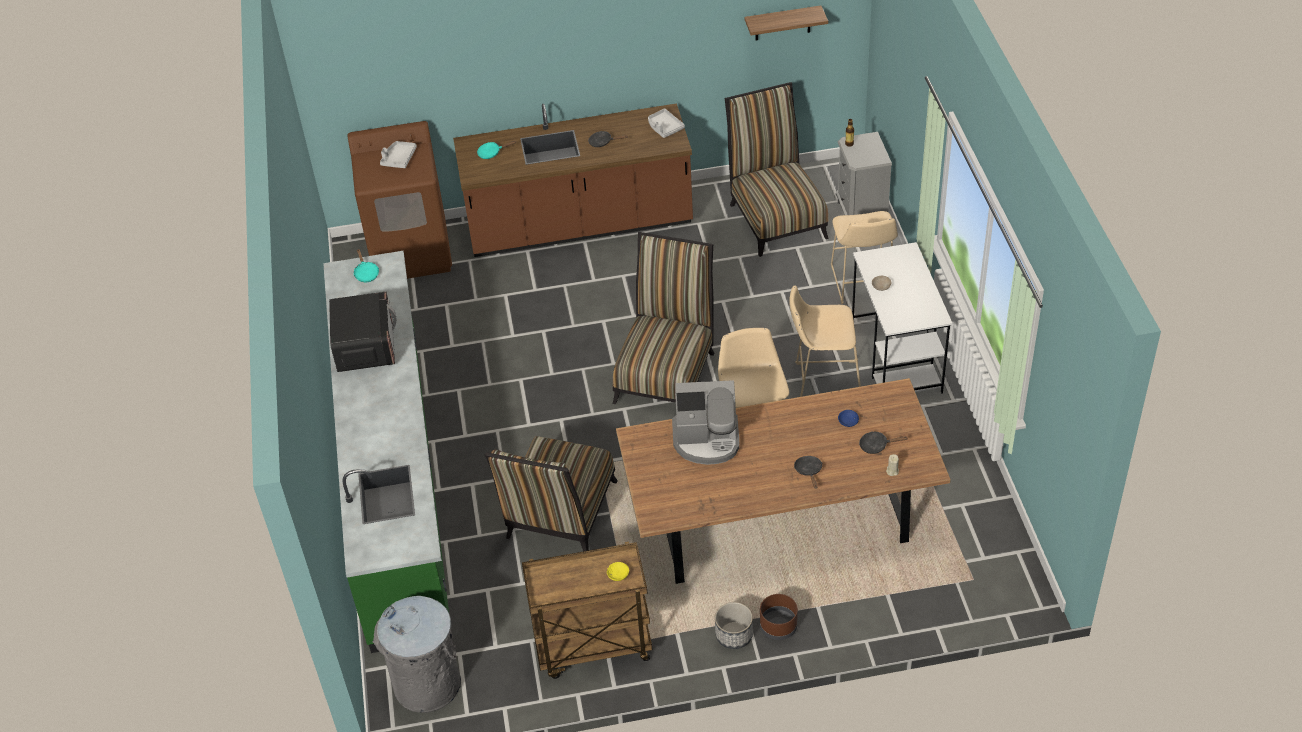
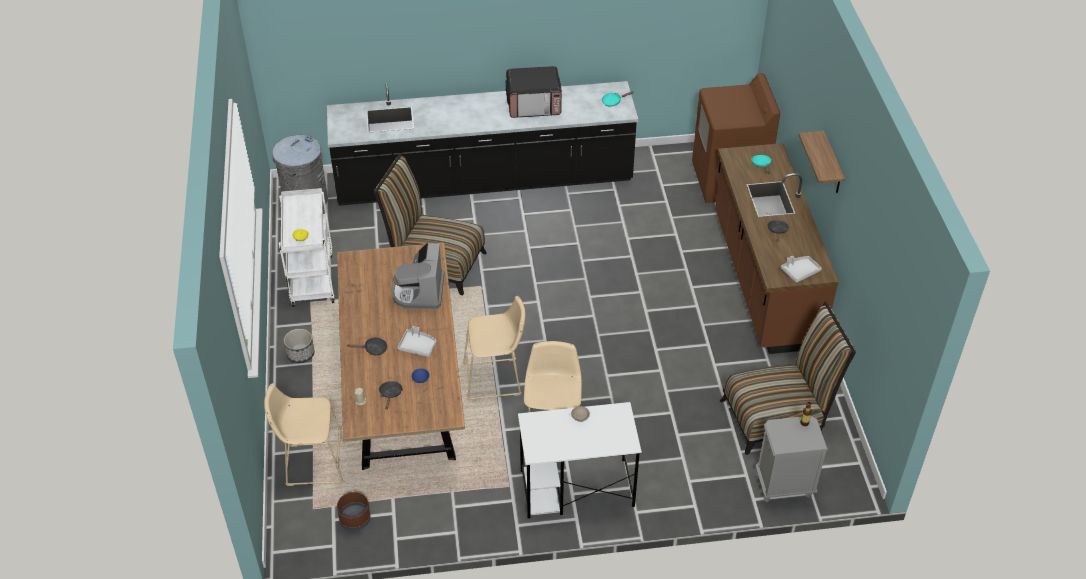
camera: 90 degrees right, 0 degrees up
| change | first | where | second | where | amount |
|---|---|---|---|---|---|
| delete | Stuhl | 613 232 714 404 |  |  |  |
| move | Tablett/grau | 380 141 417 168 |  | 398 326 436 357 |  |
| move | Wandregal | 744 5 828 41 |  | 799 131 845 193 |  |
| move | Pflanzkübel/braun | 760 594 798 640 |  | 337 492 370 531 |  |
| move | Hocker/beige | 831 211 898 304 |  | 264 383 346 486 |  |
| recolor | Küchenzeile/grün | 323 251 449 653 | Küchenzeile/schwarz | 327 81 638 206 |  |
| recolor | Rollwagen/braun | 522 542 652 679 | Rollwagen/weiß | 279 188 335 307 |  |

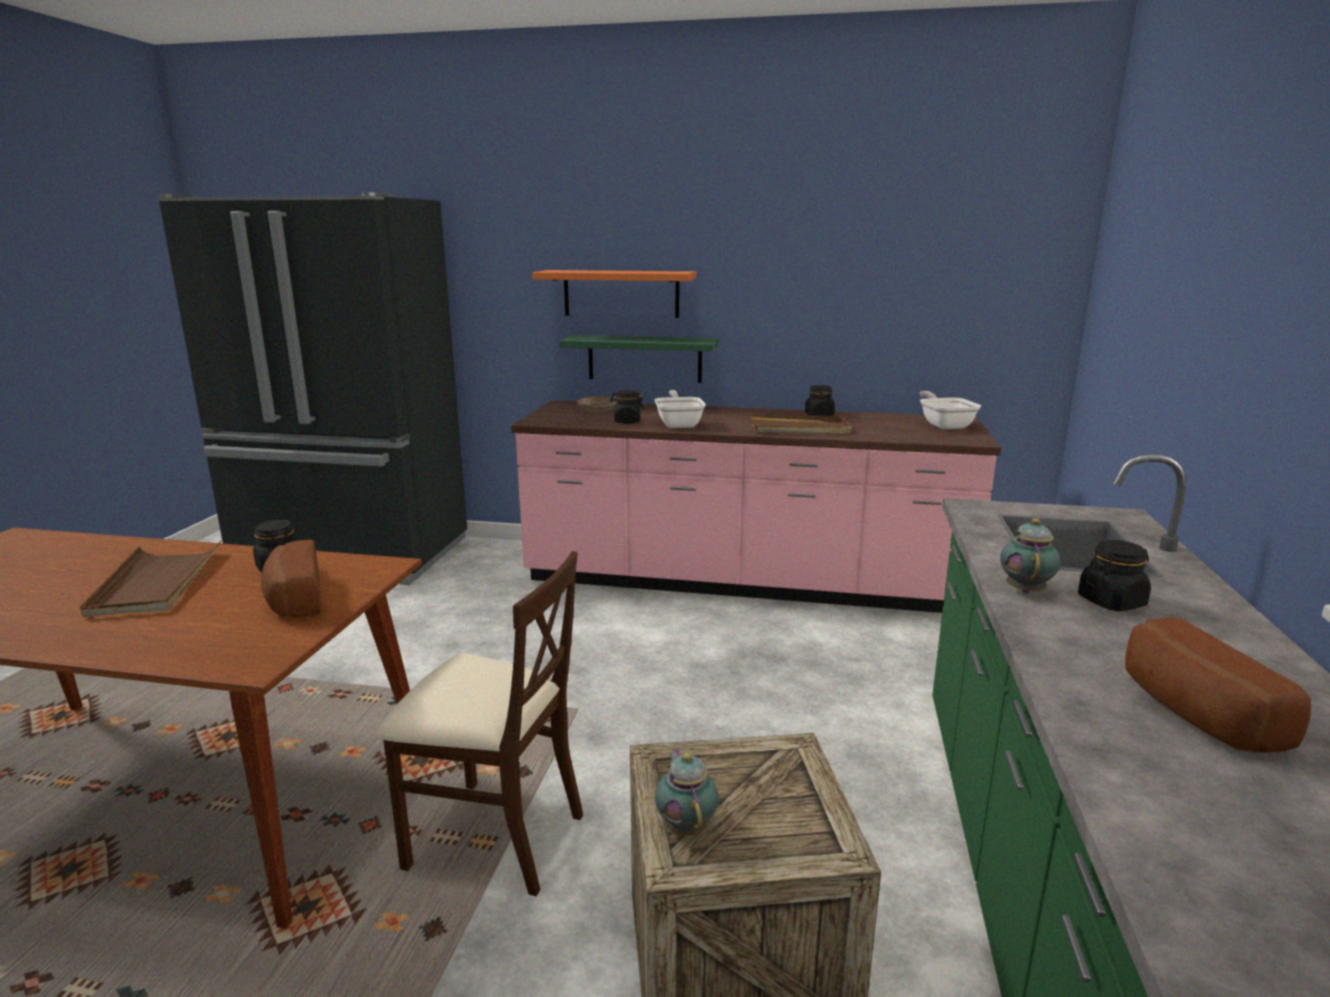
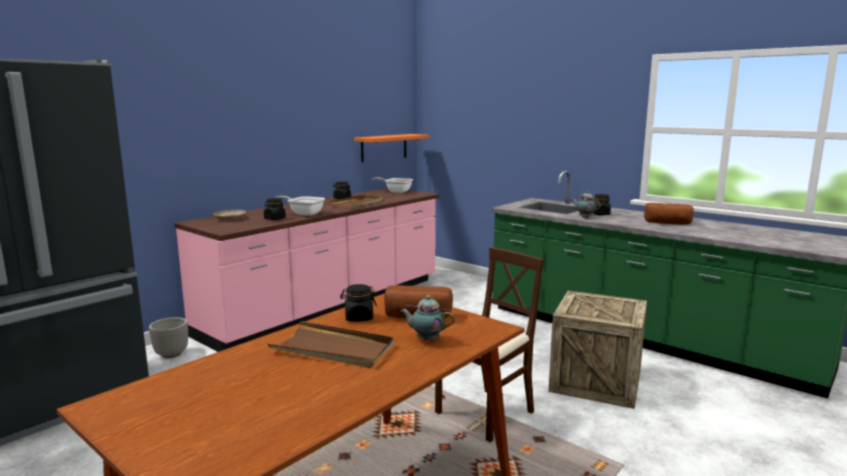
camera: 60 degrees left, 5 degrees down
| change | first | where | second | where | amount |
|---|---|---|---|---|---|
| delete | Wandregal/grün | 559 335 719 383 |  |  |  |
| insert |  |  | Pflanzkübel | 149 317 188 358 |  |
| move | Wandregal/orange | 532 270 696 318 |  | 354 134 429 162 |  |
| move | Teekanne | 655 749 718 836 |  | 401 295 455 341 |  |

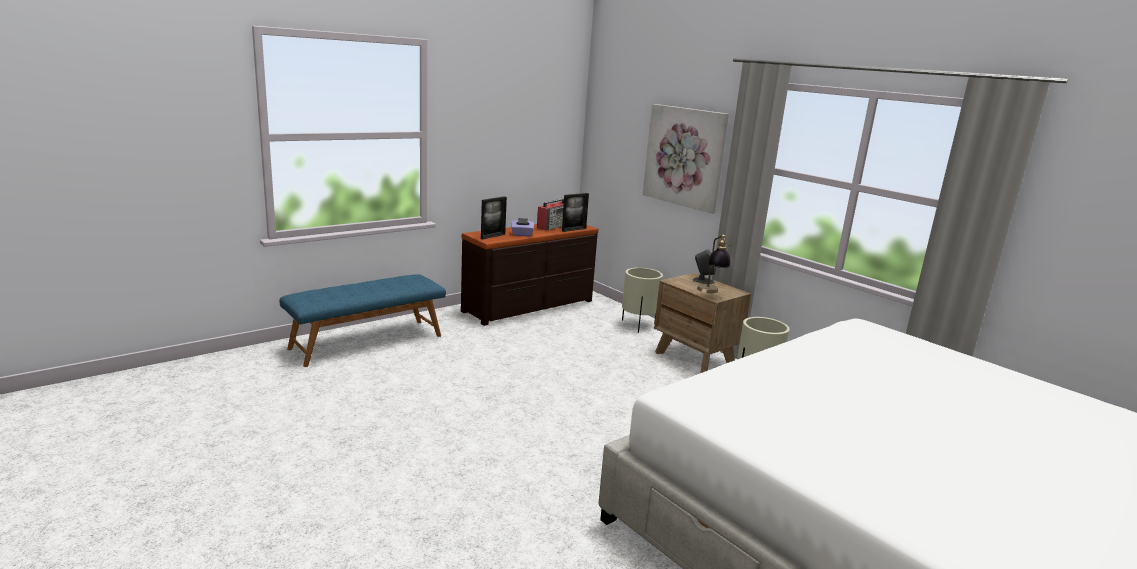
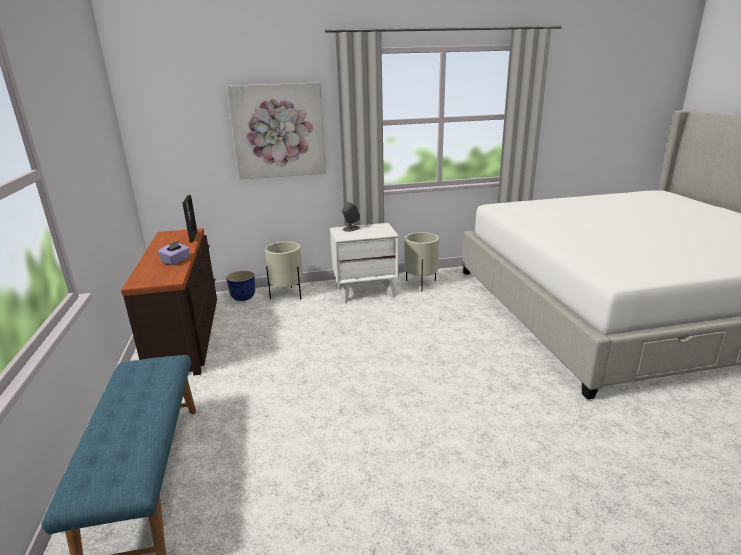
camera: 60 degrees left, 5 degrees up
| change | first | where | second | where | amount |
|---|---|---|---|---|---|
| delete | Bilderrahmen | 481 196 507 239 |  |  |  |
| delete | Radio | 537 199 564 231 |  |  |  |
| delete | Tischlampe | 697 235 731 293 |  |  |  |
| insert |  |  | Pflanzkübel | 226 271 255 301 |  |
| recolor | Nachttisch/braun | 654 273 751 373 | Nachttisch/weiß | 330 223 399 303 |  |

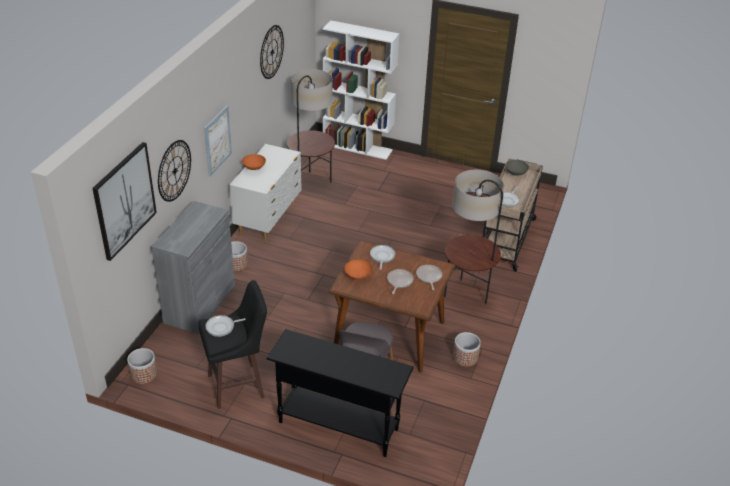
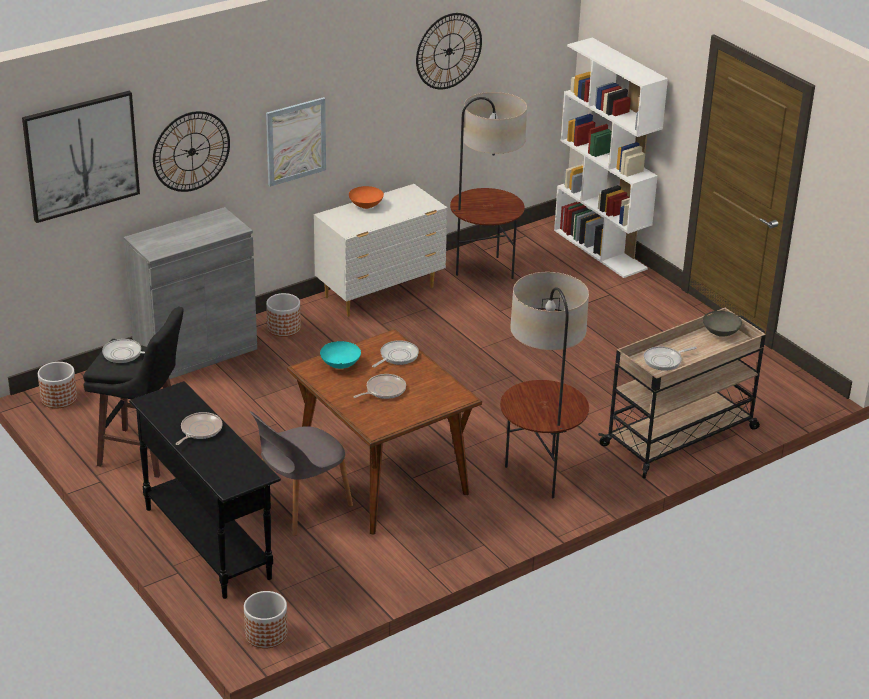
camera: 35 degrees right, 5 degrees down
| change | first | where | second | where | amount |
|---|---|---|---|---|---|
| move | Pfanne | 416 265 442 290 |  | 176 412 223 445 |  |
| move | Pflanzkübel | 453 332 481 367 |  | 244 591 288 649 |  |
| recolor | Schüssel/orange | 344 260 372 280 | Schüssel/türkis | 320 341 361 369 |  |

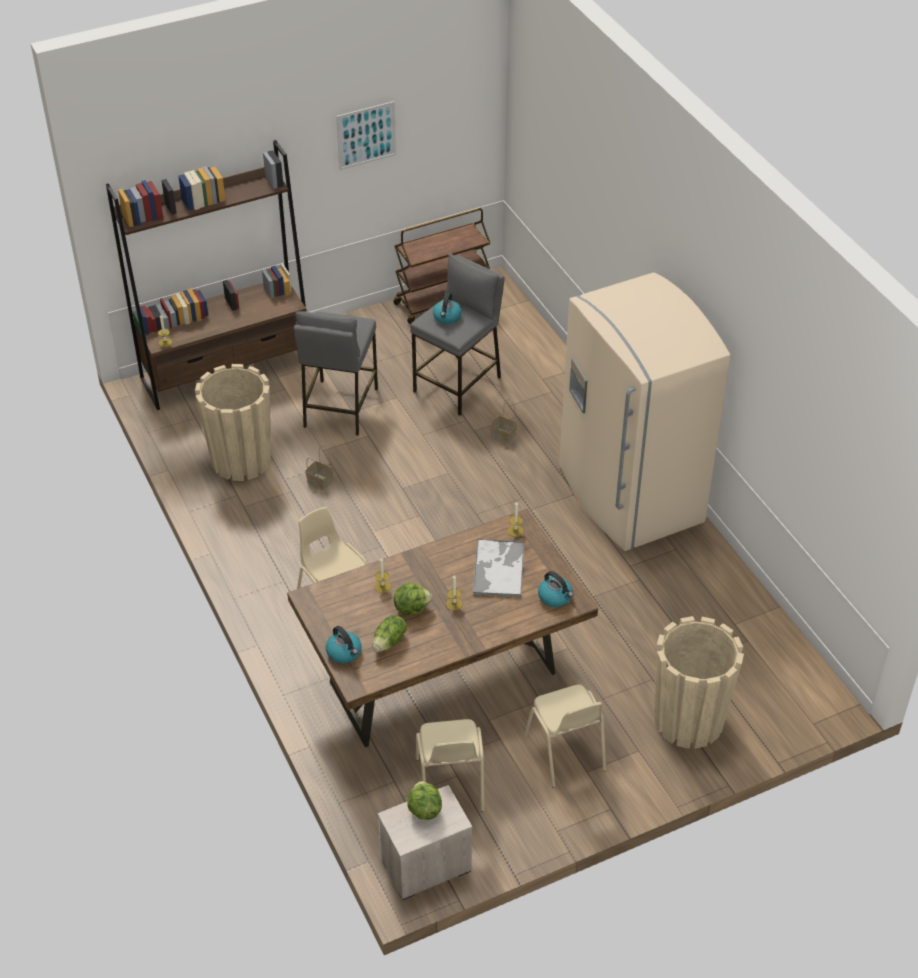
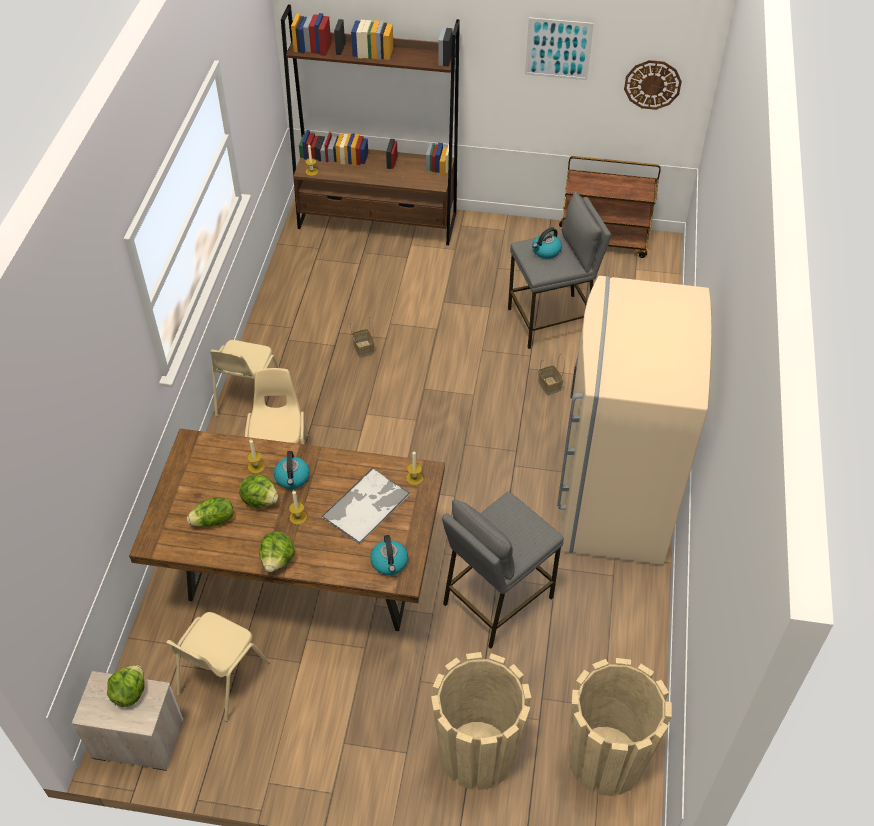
camera: 35 degrees right, 5 degrees up
| change | first | where | second | where | amount |
|---|---|---|---|---|---|
| insert |  |  | Salatkopf | 259 532 295 572 |  |
| insert |  |  | Wanduhr | 624 60 682 110 |  |
| move | Pflanzkübel/beige | 195 364 271 481 |  | 568 658 672 796 |  |
| move | Hocker/grau | 294 311 378 436 |  | 442 492 564 649 |  |
| move | Wasserkessel | 326 626 361 663 |  | 274 451 310 489 |  |
| move | Stuhl/beige | 524 685 606 788 |  | 210 340 279 417 |  |

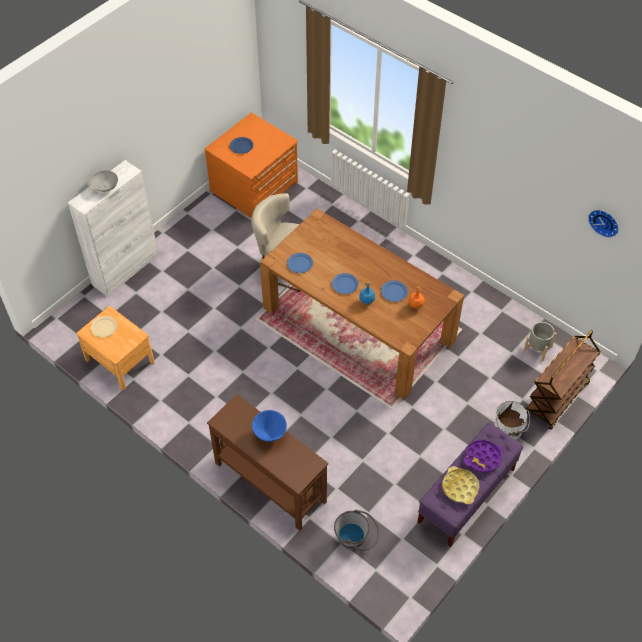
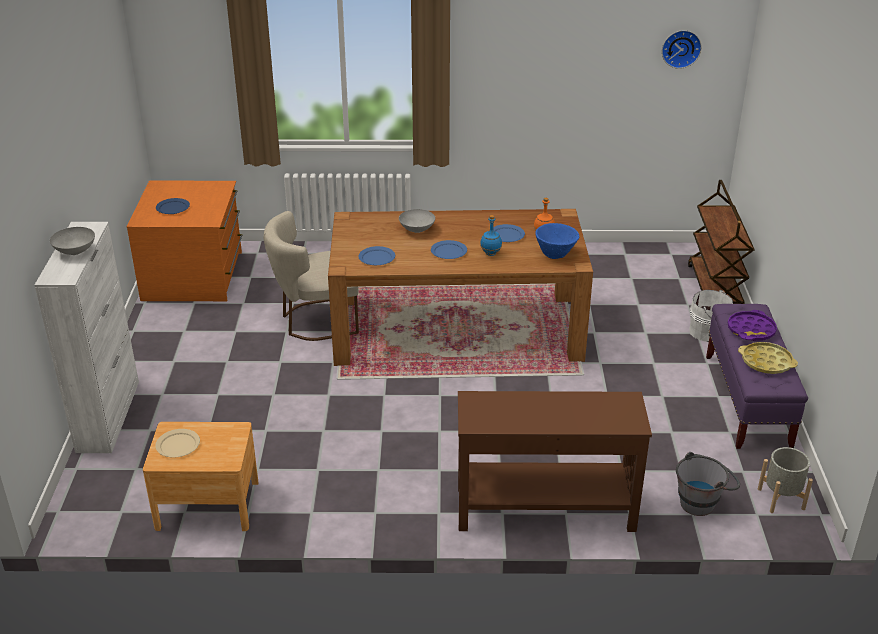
camera: 40 degrees left, 20 degrees down
| change | first | where | second | where | amount |
|---|---|---|---|---|---|
| insert |  |  | Schüssel/grau | 399 209 435 233 |  |
| move | Schüssel/blau | 252 410 287 442 |  | 535 223 579 259 |  |
| move | Pflanzkübel/grau | 523 322 556 362 |  | 758 447 813 513 |  |

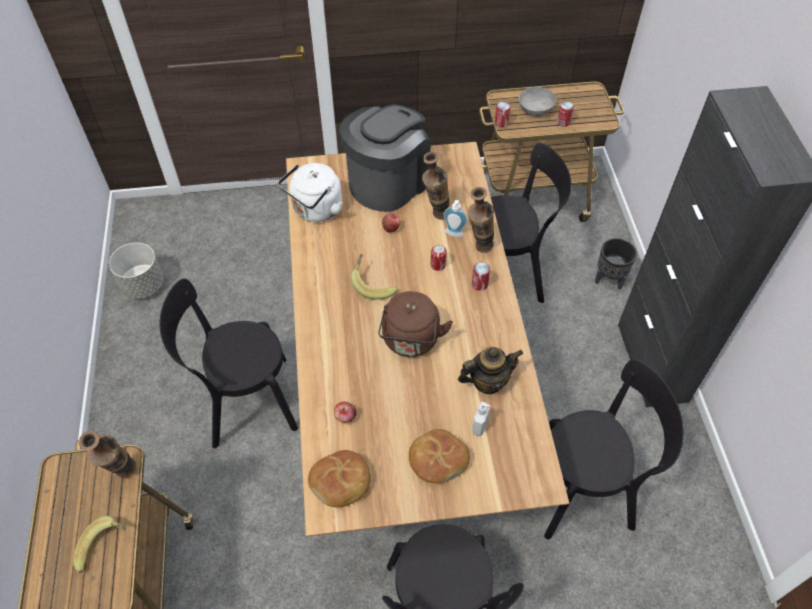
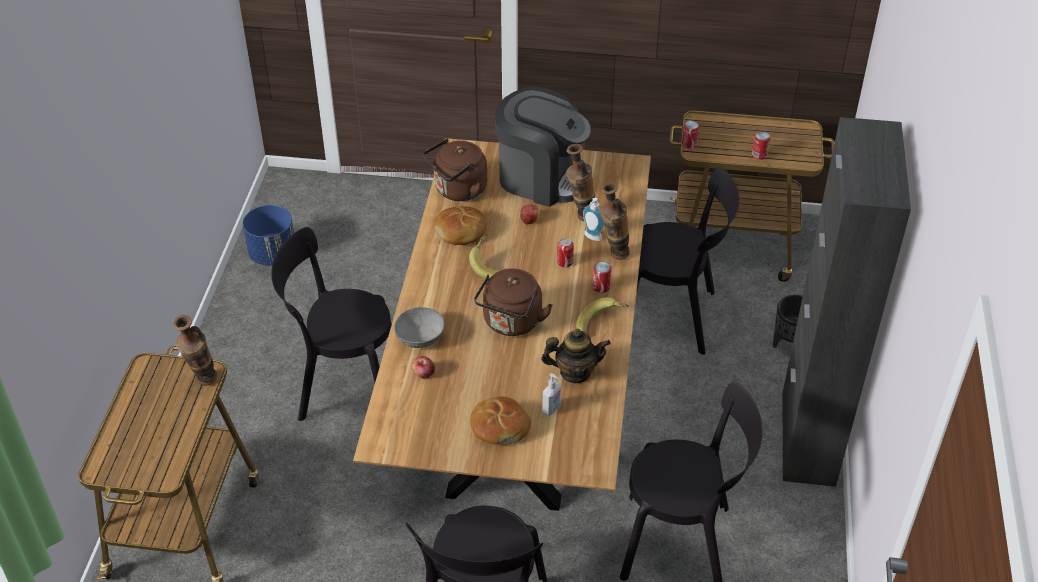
camera: 15 degrees right, 10 degrees down
| change | first | where | second | where | amount |
|---|---|---|---|---|---|
| move | Banane | 73 516 126 573 |  | 576 297 629 332 |  |
| move | Brot | 308 450 371 507 |  | 434 206 487 245 |  |
| move | Schüssel/grau | 519 87 557 116 |  | 394 307 445 348 |  |
| recolor | Pflanzkübel/grau | 109 243 164 299 | Pflanzkübel/blau | 243 205 294 266 |  |
| recolor | Wasserkessel/weiß | 278 163 343 222 | Wasserkessel/braun | 423 139 487 201 |  |
| rotate | Kaffeemaschine | 339 104 431 212 |  | 495 87 591 207 | 60 degrees clockwise |

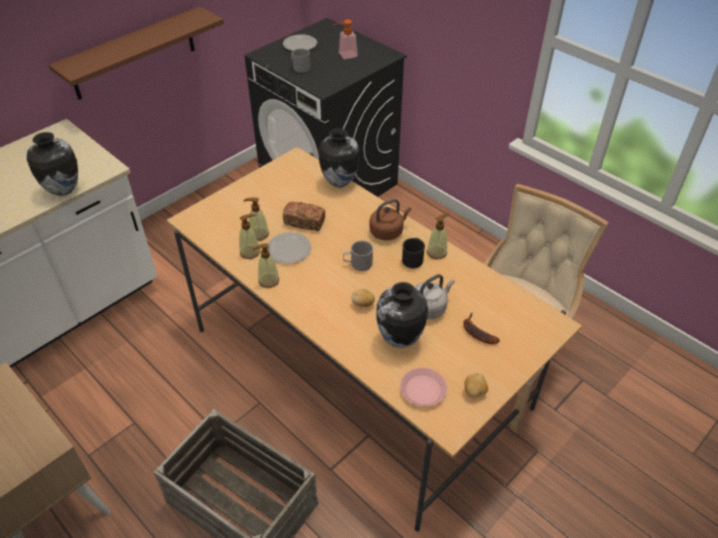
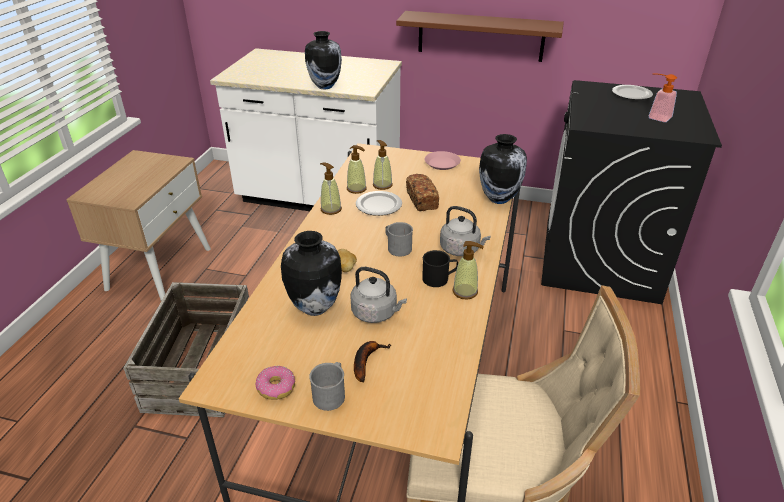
camera: 60 degrees right, 10 degrees down
| change | first | where | second | where | amount |
|---|---|---|---|---|---|
| move | Henkelbecher/grau | 291 48 310 73 |  | 309 362 345 411 |  |
| move | Teller/rosa | 400 368 447 407 |  | 424 151 461 170 |  |
| replace | Kartoffel | 464 373 488 398 | Donut | 255 366 295 400 |  |
| recolor | Wasserkessel/braun | 369 199 411 240 | Wasserkessel/grau | 440 206 491 256 |  |

